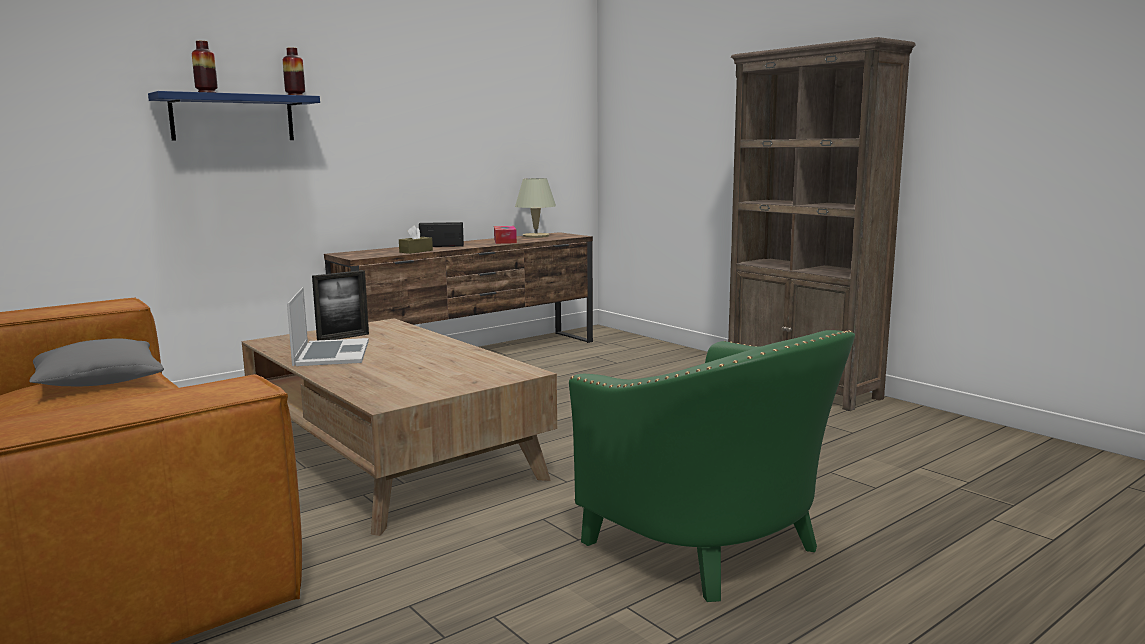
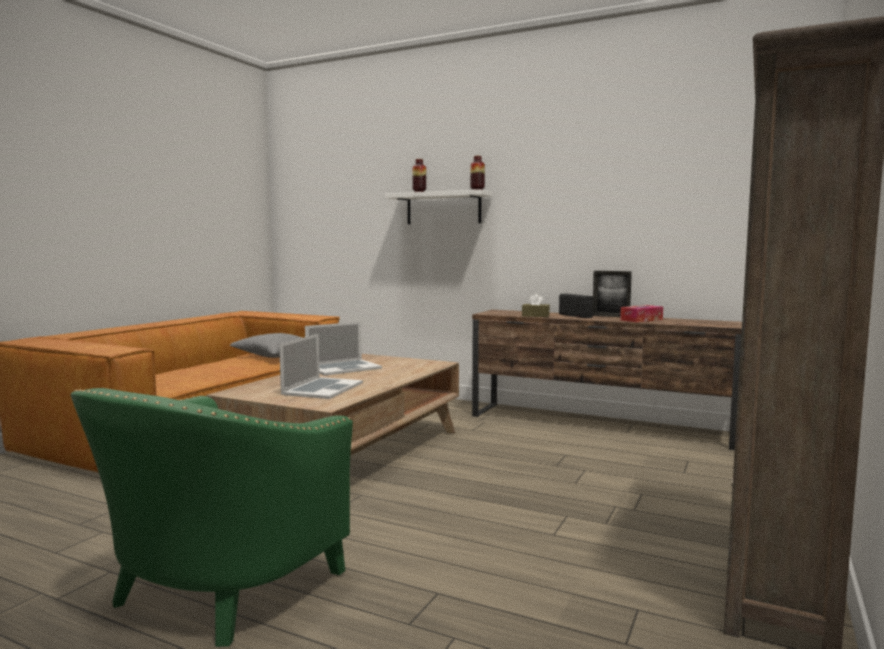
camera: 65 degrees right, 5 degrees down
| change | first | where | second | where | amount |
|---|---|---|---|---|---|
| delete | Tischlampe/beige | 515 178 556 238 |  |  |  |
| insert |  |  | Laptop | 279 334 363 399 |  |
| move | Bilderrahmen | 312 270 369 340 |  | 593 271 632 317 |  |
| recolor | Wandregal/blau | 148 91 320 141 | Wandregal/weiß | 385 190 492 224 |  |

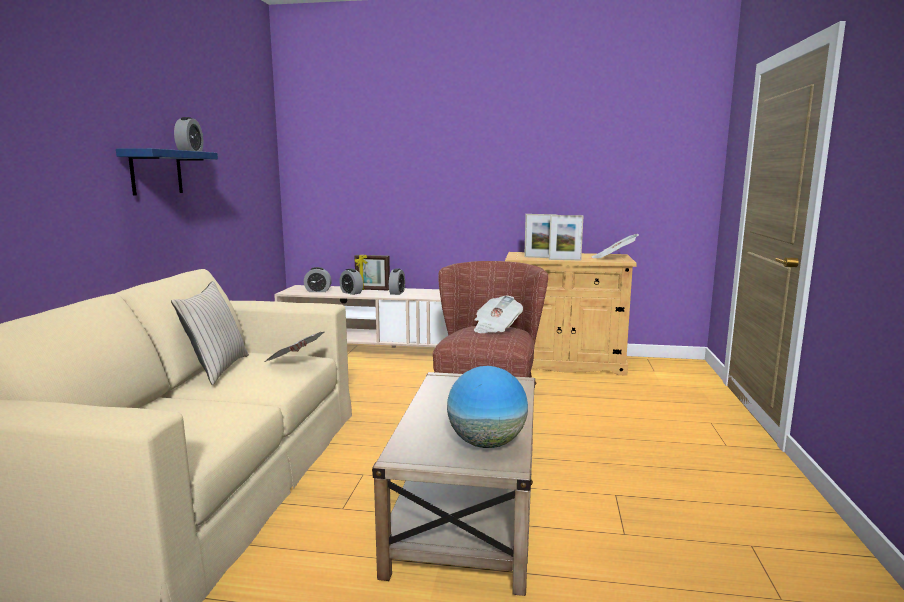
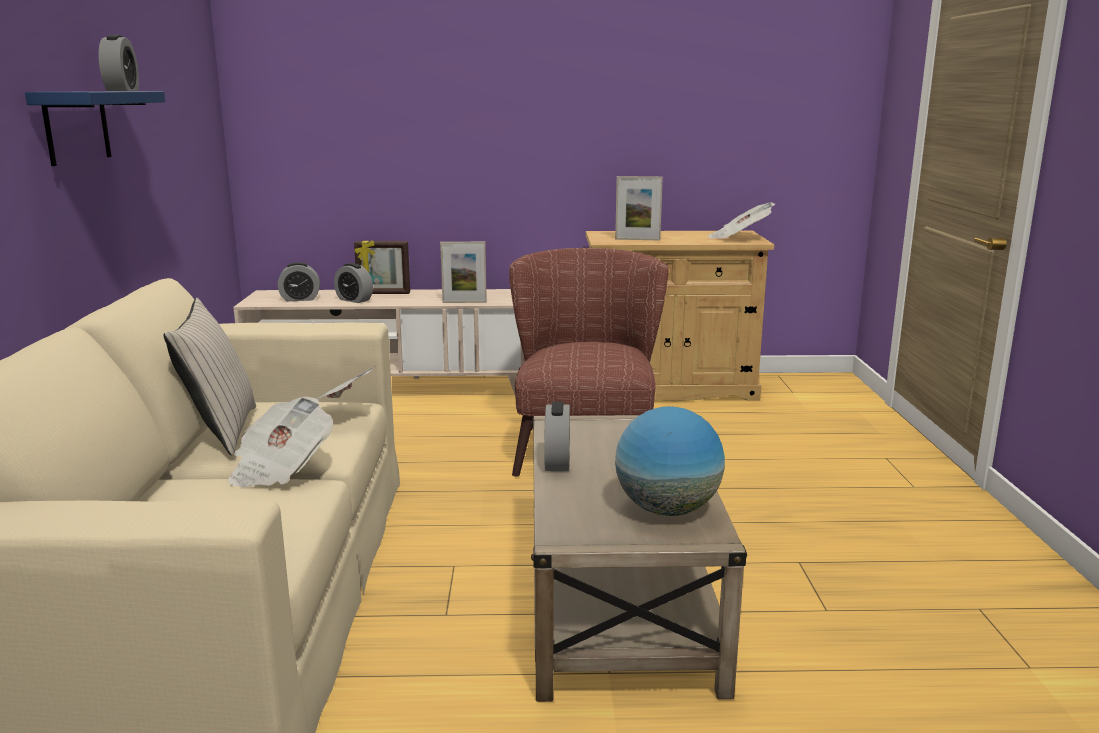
camera: 10 degrees left, 5 degrees up
| change | first | where | second | where | amount |
|---|---|---|---|---|---|
| move | Wecker | 389 268 405 295 |  | 544 401 570 471 |  |
| move | Zeitung | 474 295 523 333 |  | 228 397 333 487 |  |
| move | Bilderrahmen | 549 215 584 260 |  | 440 242 487 303 |  |

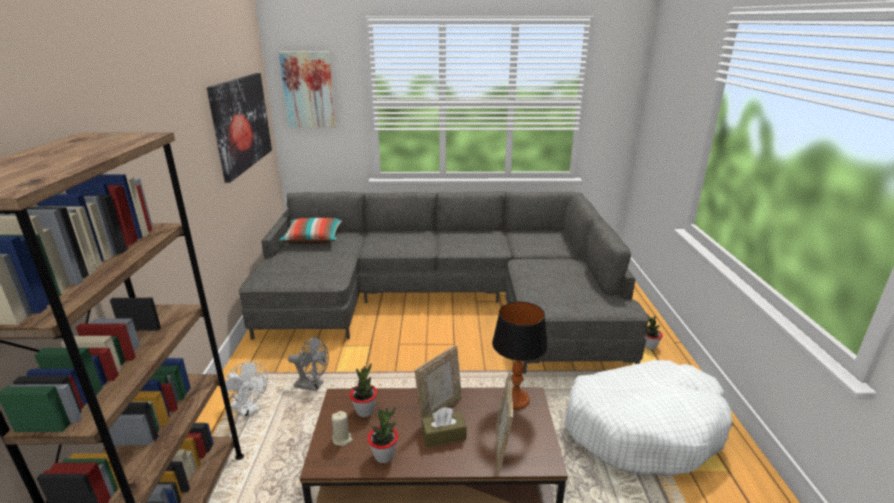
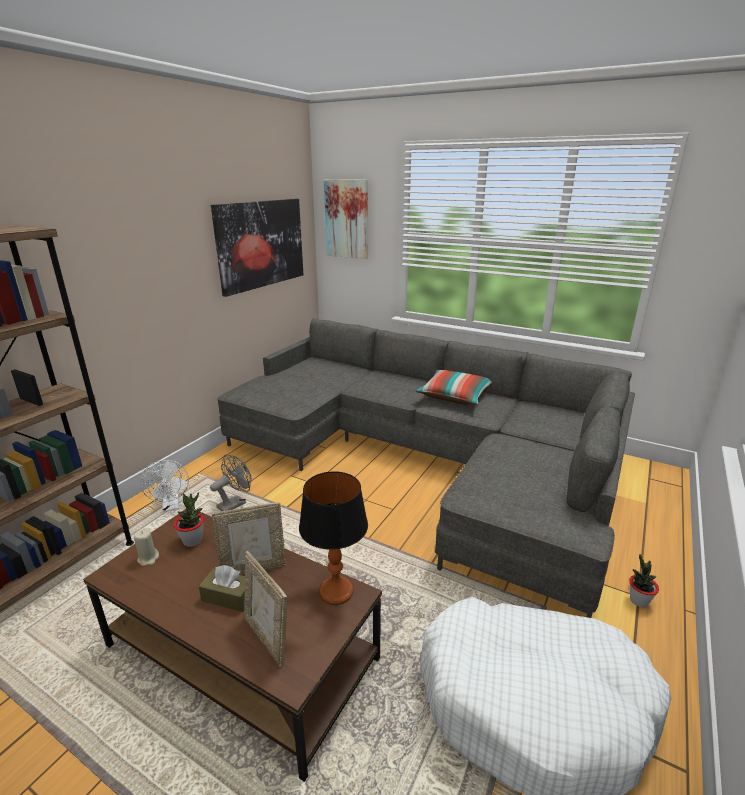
camera: 30 degrees right, 0 degrees up
| change | first | where | second | where | amount |
|---|---|---|---|---|---|
| delete | Topfpflanze | 367 408 398 463 |  |  |  |
| move | Kissen | 279 218 342 244 |  | 416 370 492 405 |  |
| rotate | Ventilator/grau | 288 336 329 391 |  | 210 454 252 511 | 90 degrees counterclockwise |
| rotate | Bilderrahmen | 496 373 514 471 |  | 244 551 287 667 | 75 degrees counterclockwise |

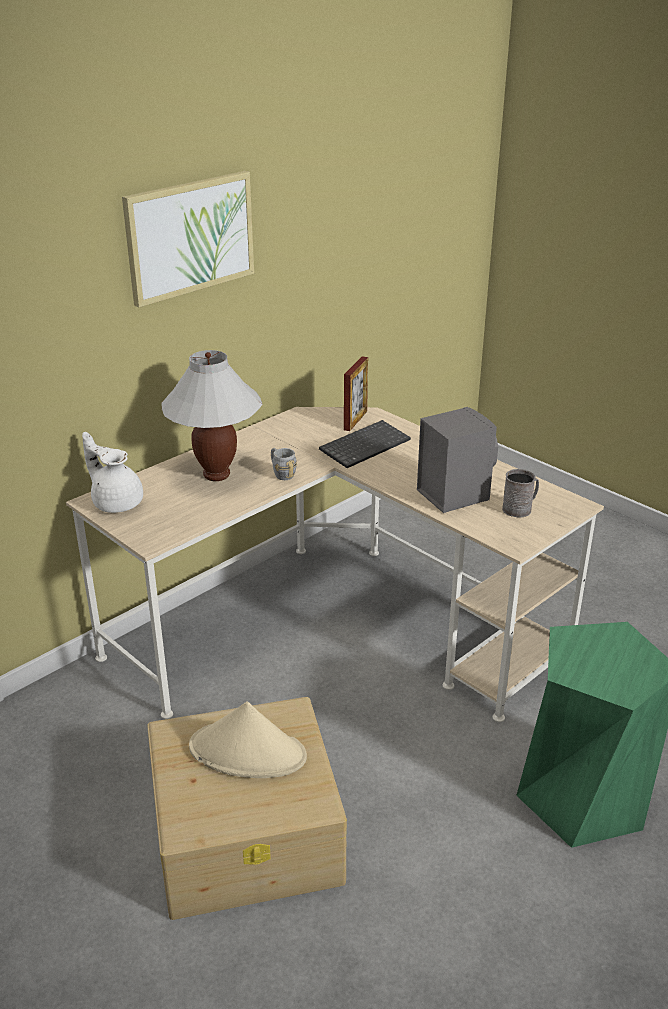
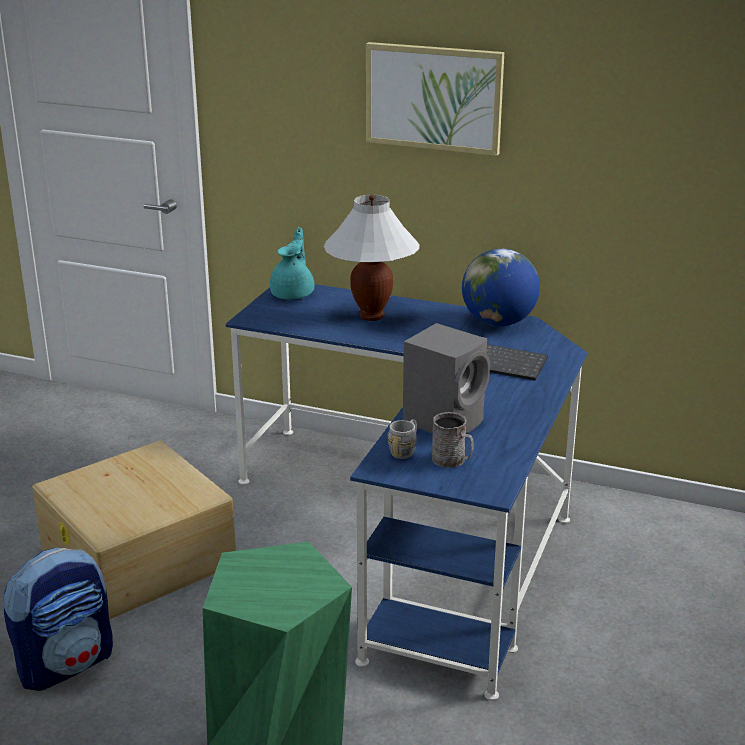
camera: 65 degrees right, 5 degrees down
| change | first | where | second | where | amount |
|---|---|---|---|---|---|
| delete | Hut/beige | 189 702 307 778 |  |  |  |
| delete | Bilderrahmen | 344 356 368 431 |  |  |  |
| insert |  |  | Rucksack | 4 547 113 691 |  |
| insert |  |  | Globus | 462 249 540 326 |  |
| move | Henkelbecher/grau | 271 448 297 480 |  | 388 419 417 459 |  |
| recolor | Schreibtisch/beige | 66 407 604 722 | Schreibtisch/blau | 226 284 587 700 |  |
| recolor | Teekanne/weiß | 82 432 143 513 | Teekanne/türkis | 270 227 314 299 |  |

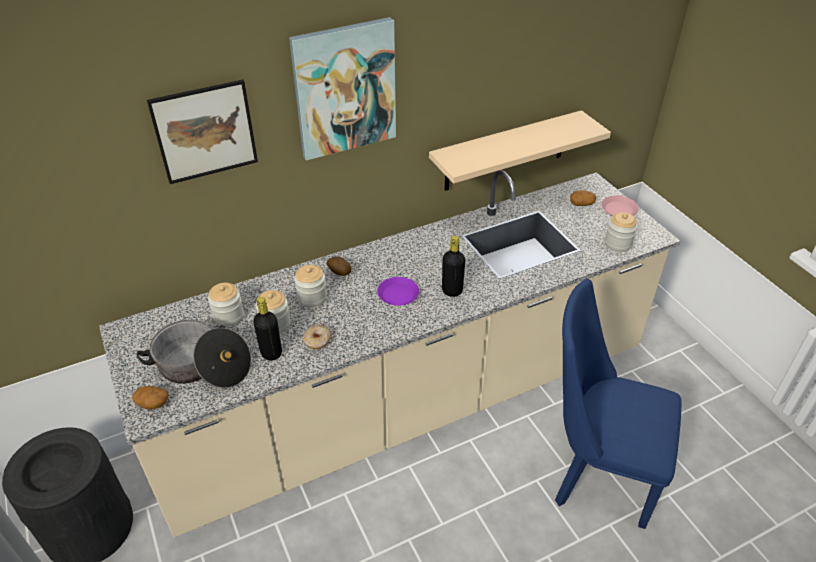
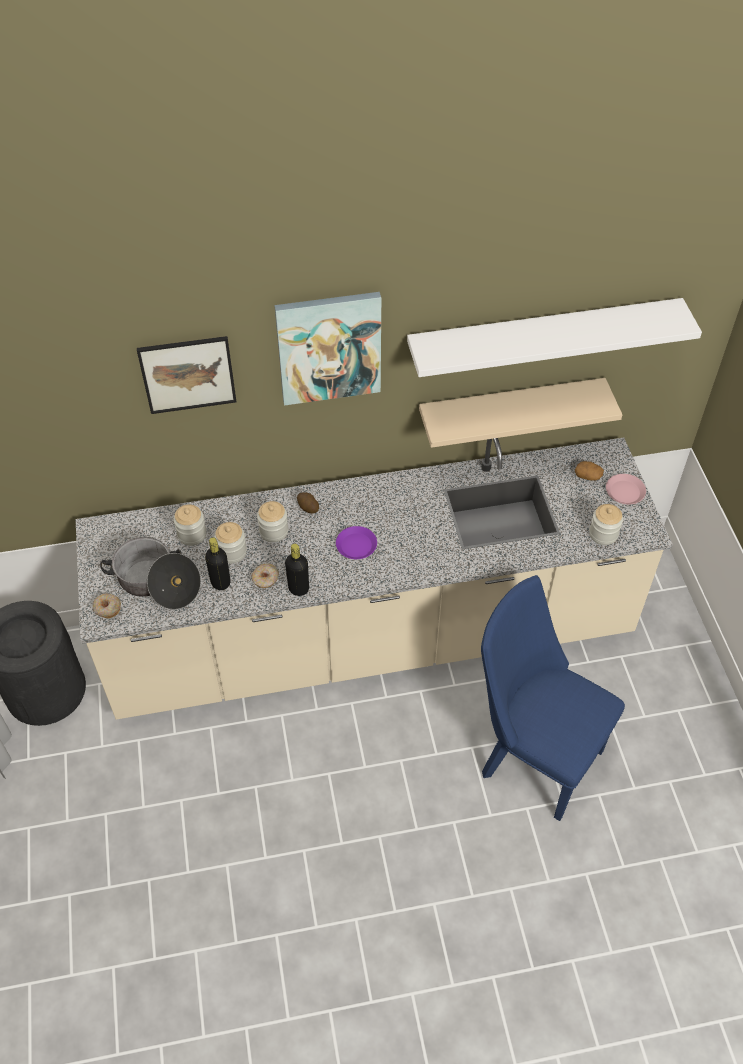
camera: 15 degrees right, 10 degrees up
| change | first | where | second | where | amount |
|---|---|---|---|---|---|
| insert |  |  | Wandregal/weiß | 407 298 702 377 |  |
| move | Flasche/schwarz | 442 236 465 297 |  | 285 544 309 596 |  |
| replace | Kartoffel | 132 386 169 409 | Donut | 93 593 121 619 |  |

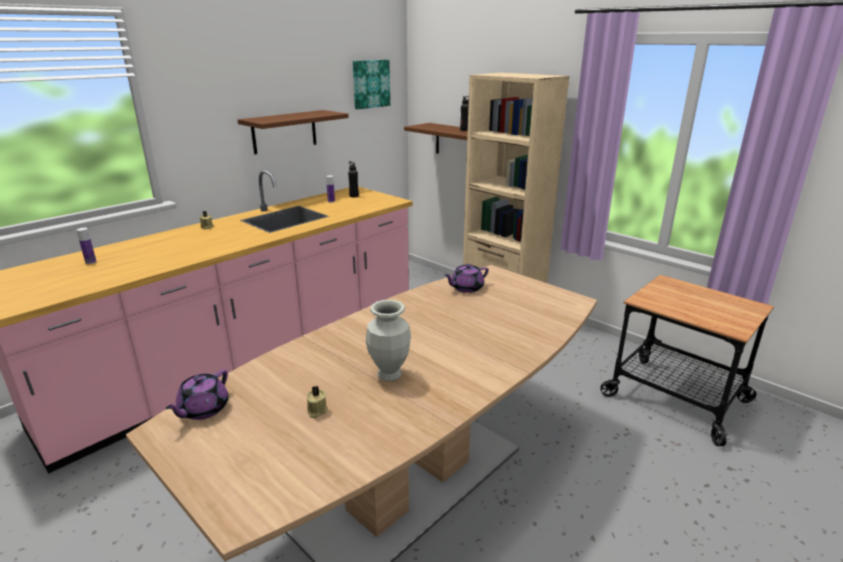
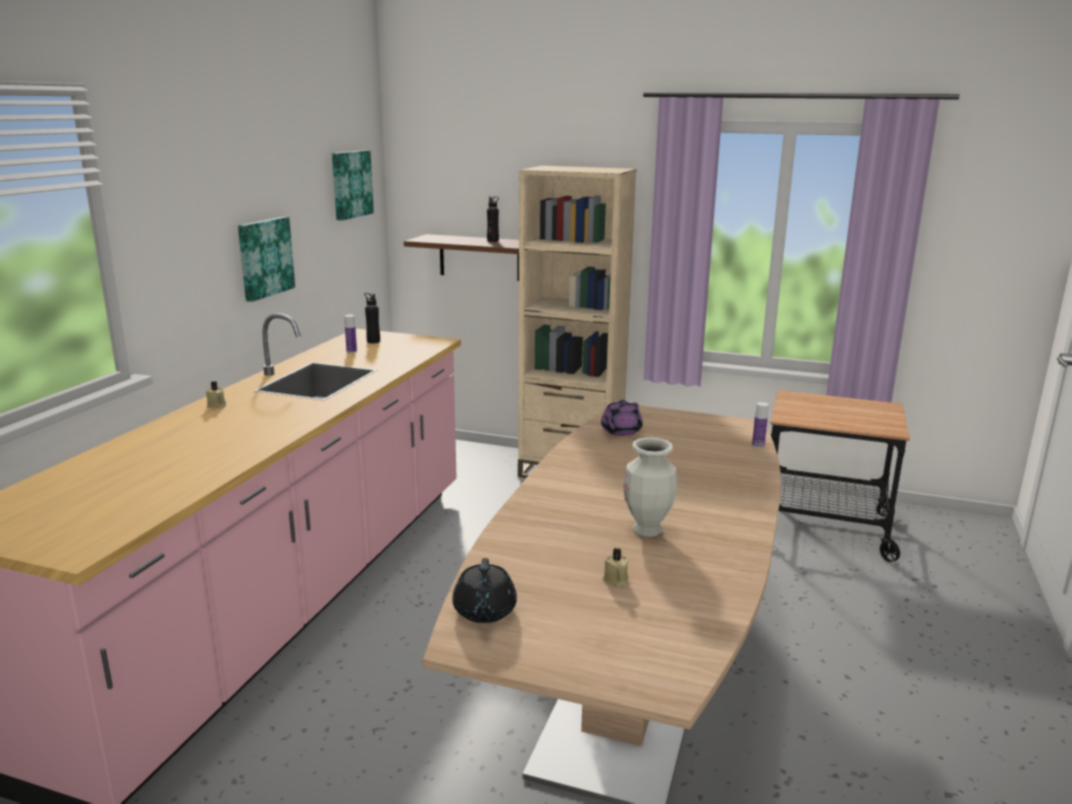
camera: 25 degrees left, 5 degrees down
| change | first | where | second | where | amount |
|---|---|---|---|---|---|
| move | Flasche | 77 228 97 264 |  | 752 402 769 448 |  |
| replace | Wandregal/braun | 238 110 349 154 | Bild | 238 217 295 302 |  |
| recolor | Teekanne/lila | 165 369 229 420 | Teekanne/schwarz | 452 558 517 623 |  |

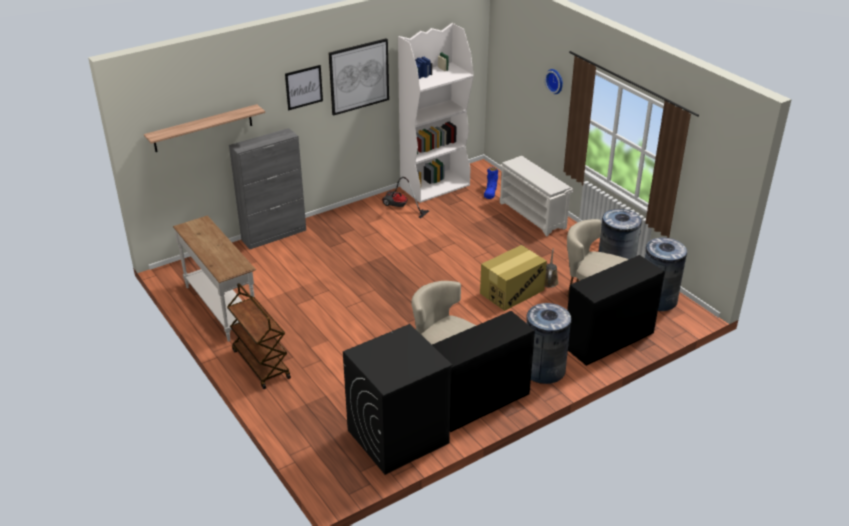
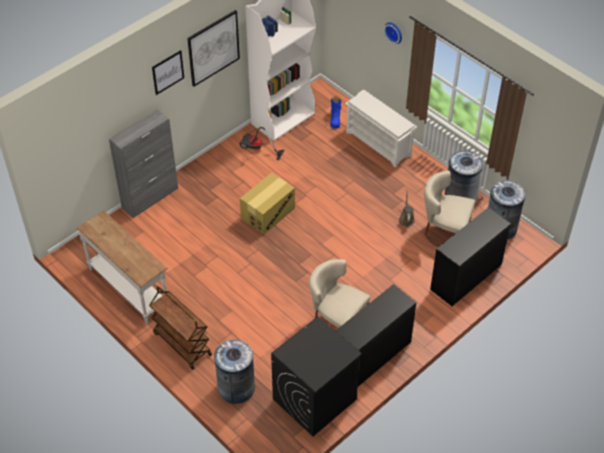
camera: 10 degrees left, 15 degrees up
| change | first | where | second | where | amount |
|---|---|---|---|---|---|
| delete | Wandregal | 144 104 265 152 |  |  |  |
| move | Karton | 480 245 547 311 |  | 240 172 295 235 |  |
| move | Mülleimer/grau | 525 303 572 384 |  | 214 339 255 404 |  |

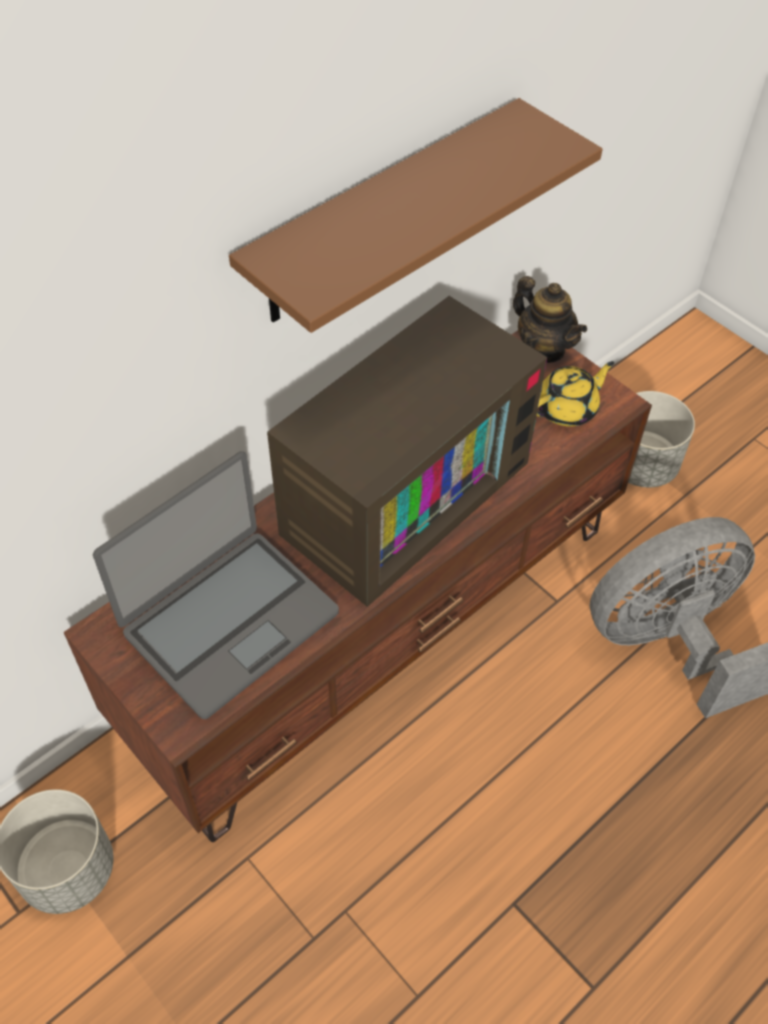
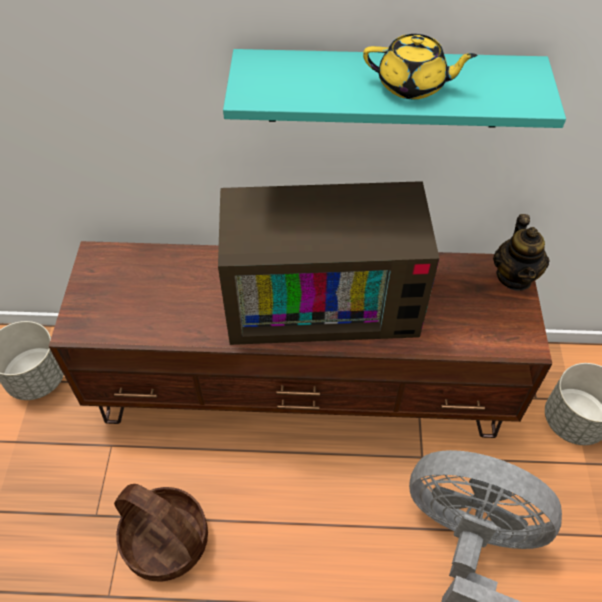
camera: 45 degrees right, 0 degrees up
| change | first | where | second | where | amount |
|---|---|---|---|---|---|
| delete | Laptop | 93 451 339 719 |  |  |  |
| insert |  |  | Korb | 114 484 208 581 |  |
| move | Teekanne/gelb | 537 361 614 427 |  | 363 34 477 99 |  |
| recolor | Wandregal/braun | 229 98 603 333 | Wandregal/türkis | 223 49 566 128 |  |

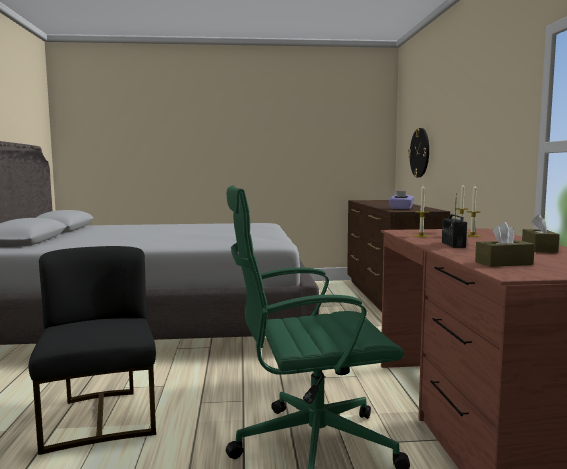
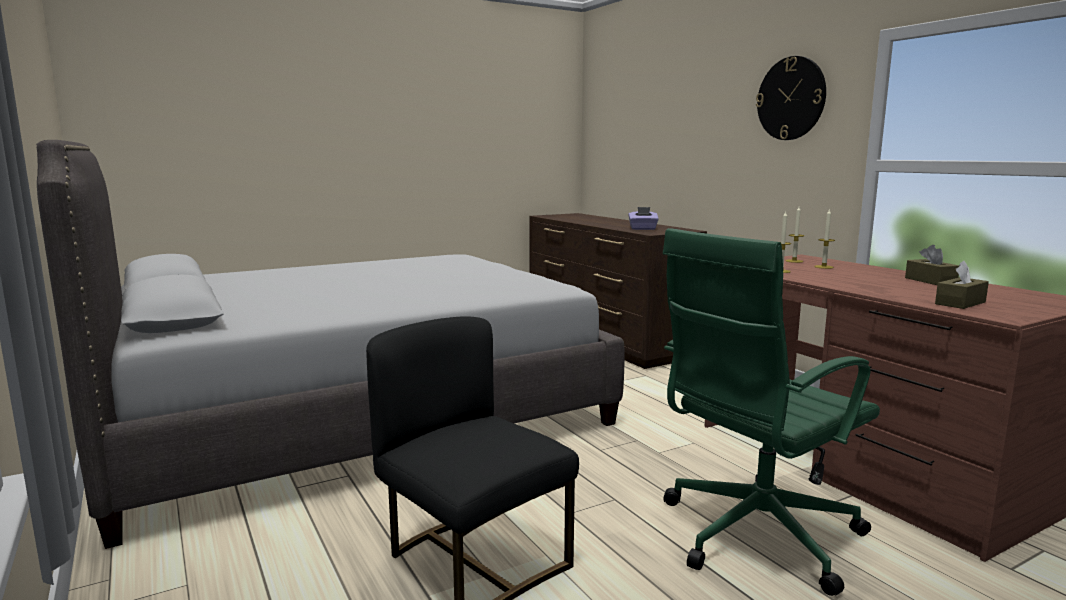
camera: 25 degrees left, 5 degrees up
| change | first | where | second | where | amount |
|---|---|---|---|---|---|
| delete | Radio | 442 193 467 248 |  |  |  |
| move | Wanduhr | 408 128 429 177 |  | 756 56 826 140 |  |

